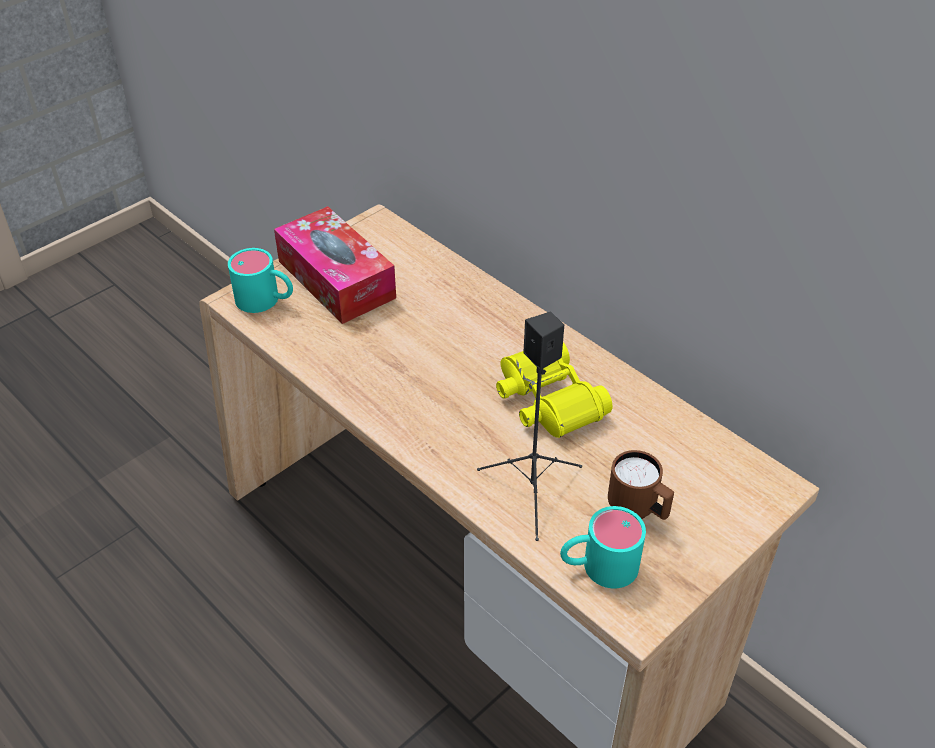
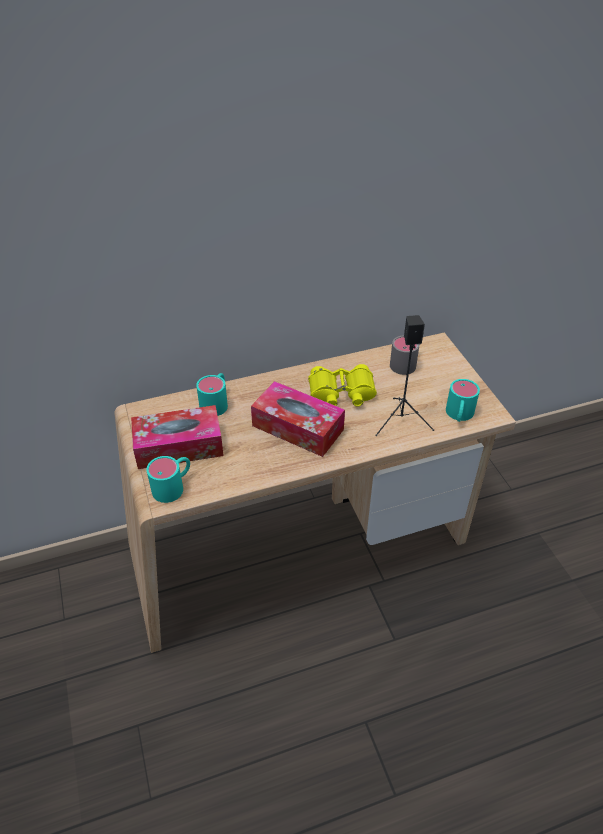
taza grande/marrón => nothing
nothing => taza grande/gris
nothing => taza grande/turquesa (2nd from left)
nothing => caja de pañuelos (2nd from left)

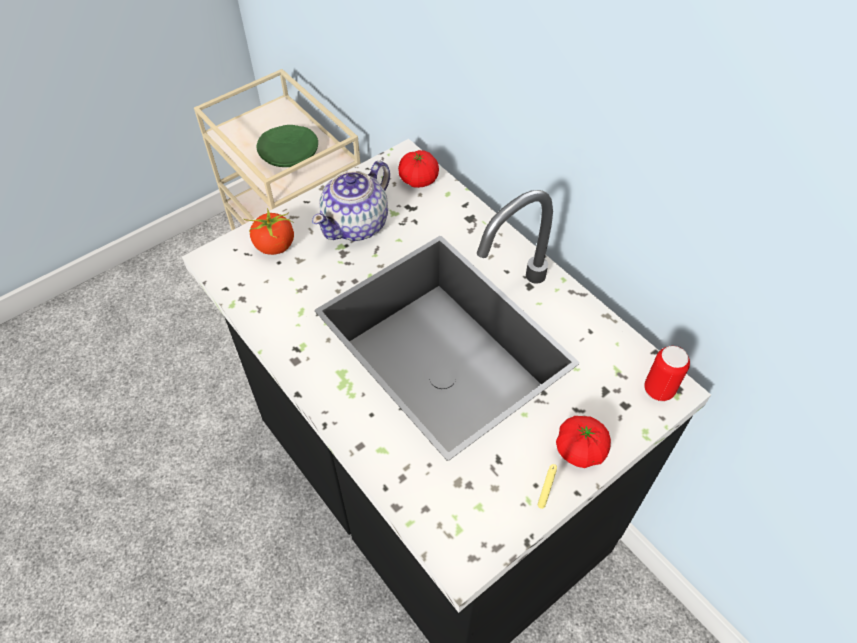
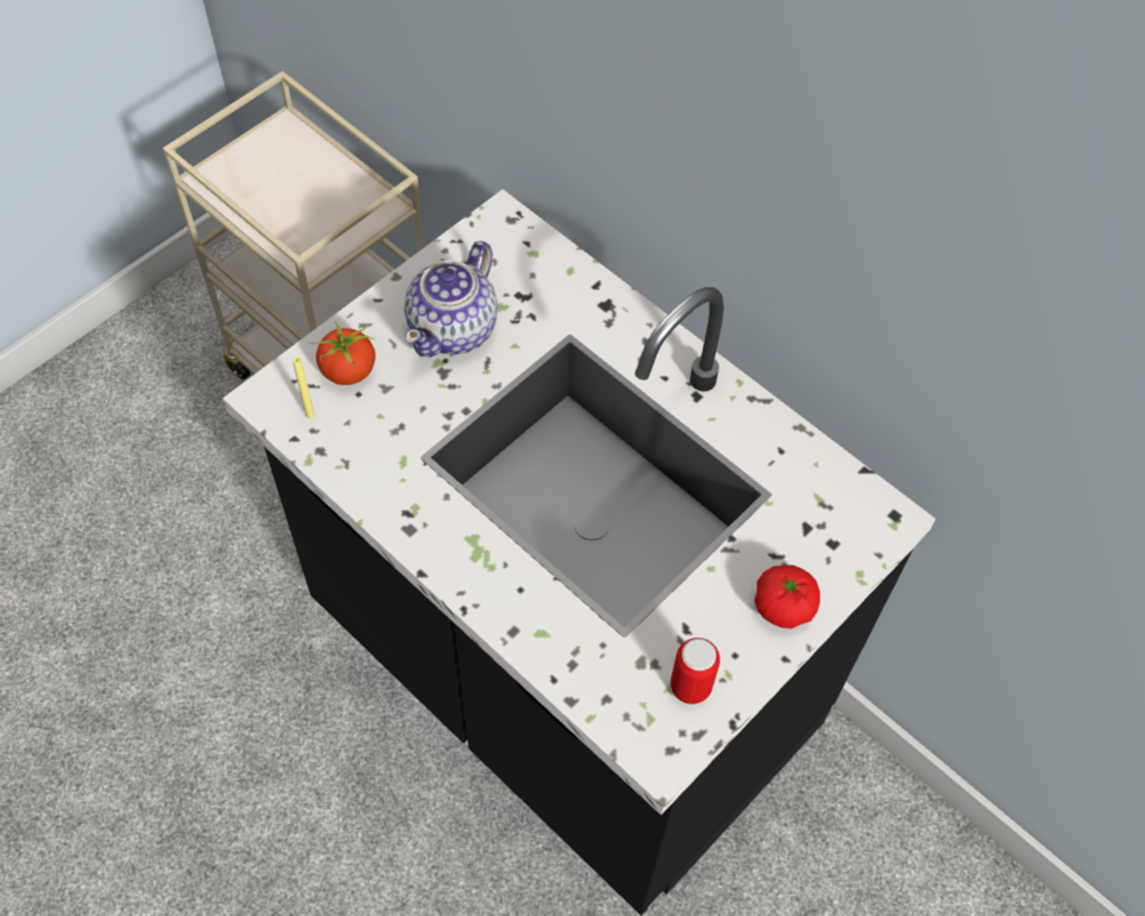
plato/verde => nothing
tomate (2nd from left) => nothing
lata, moved
vela/amarillo, moved

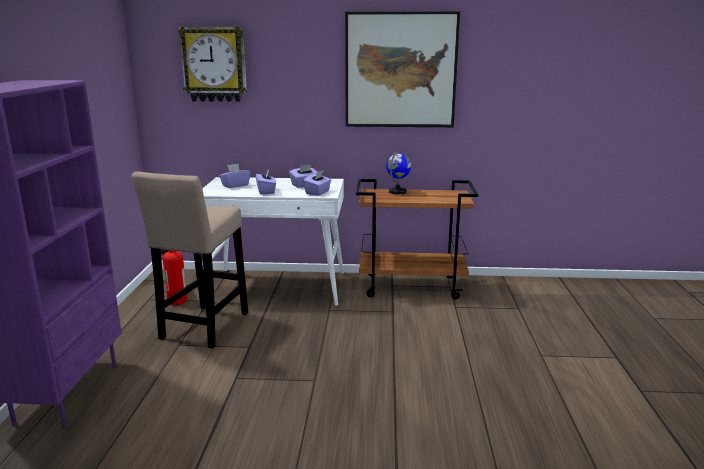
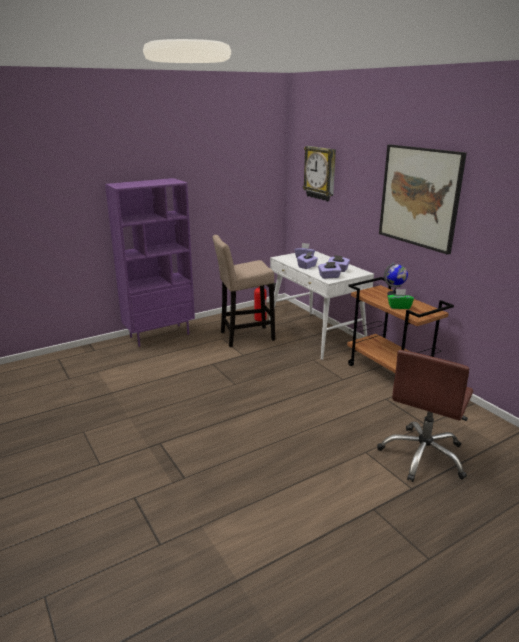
nothing => caja de pañuelos/verde
nothing => silla de oficina/marrón

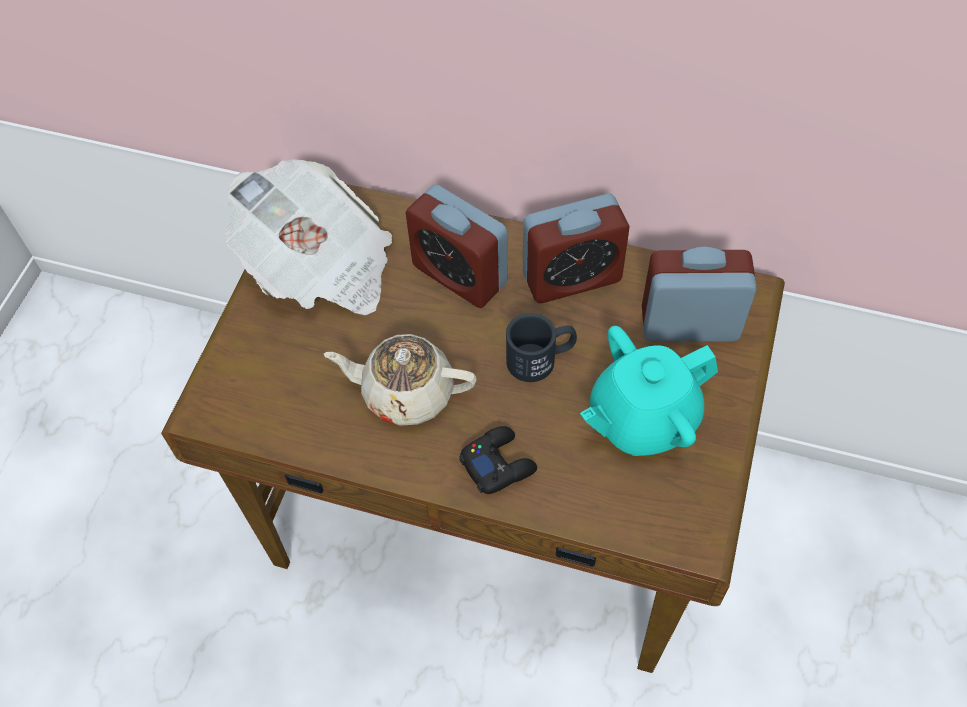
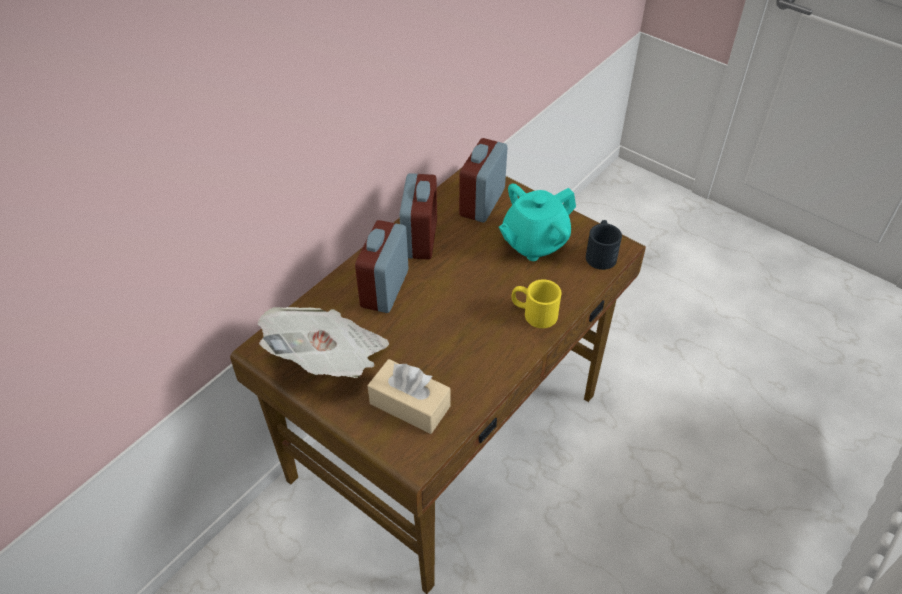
despertador (1st from left), 135 degrees clockwise
taza grande/negro, moved
tetera/turquesa, 60 degrees clockwise
tetera/beis => nothing
mando de consola/negro => taza grande/amarillo
nothing => caja de pañuelos/beis

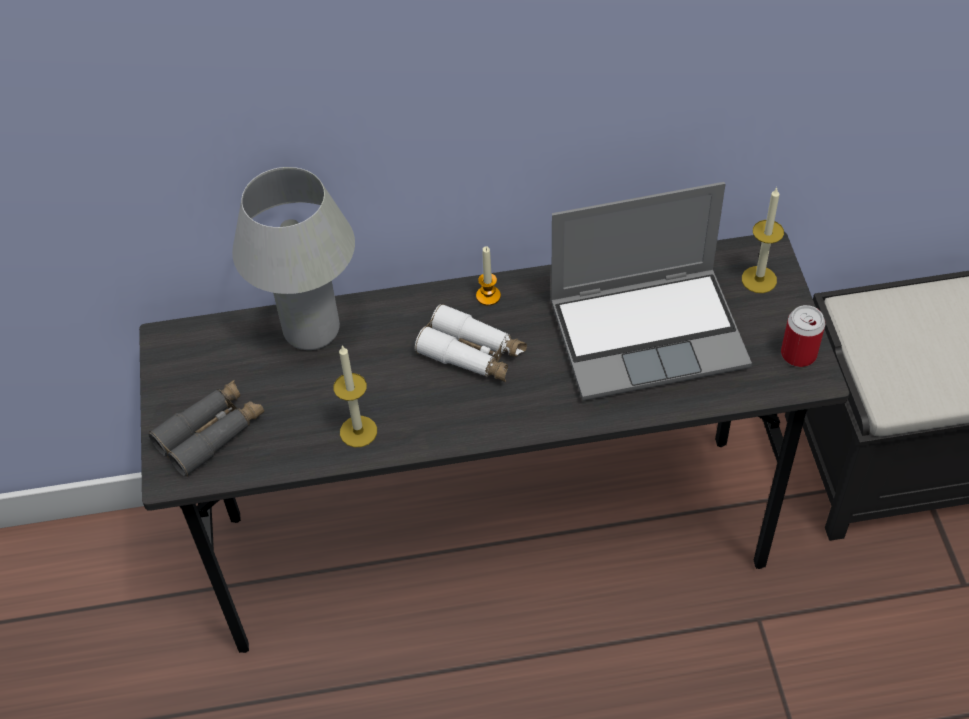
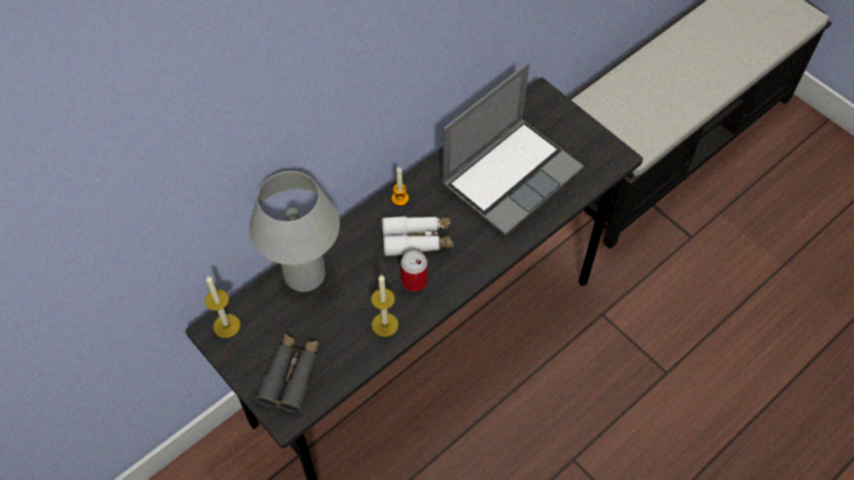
vela (3rd from left in the first image) => vela (1st from left), moved
lata, moved

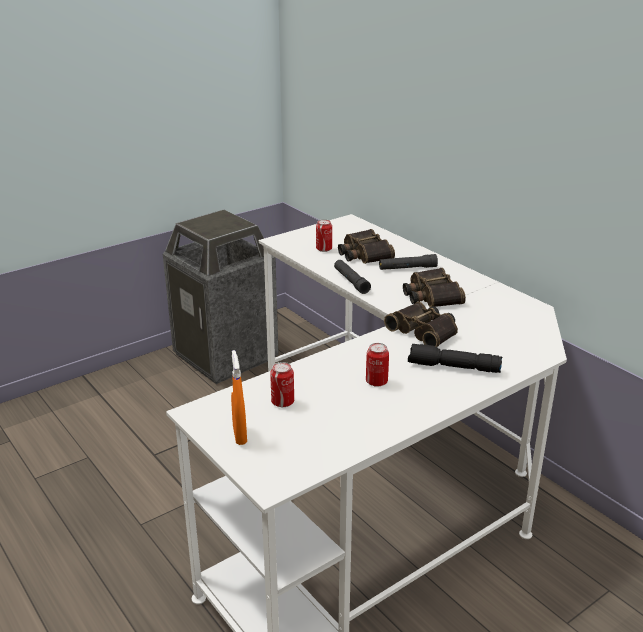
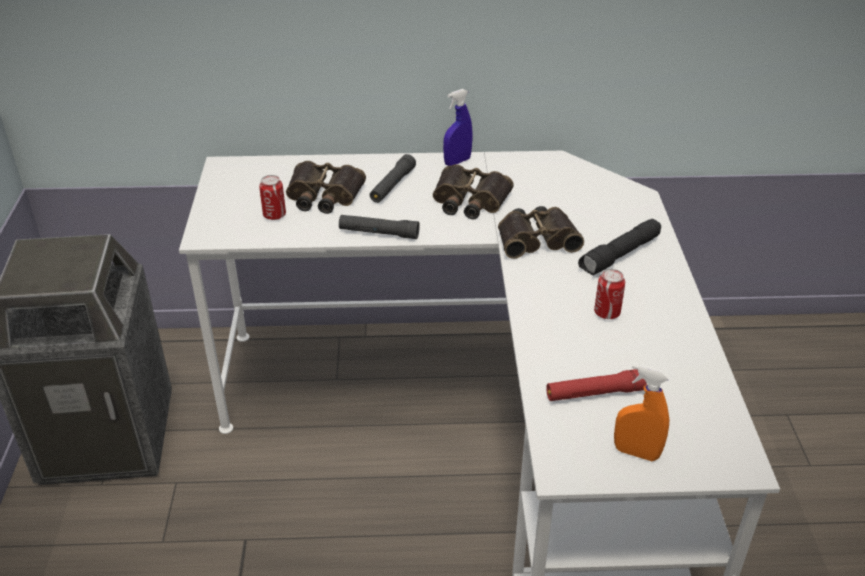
lata (1st from left) => linterna/rojo
nothing => pulverizador/azul

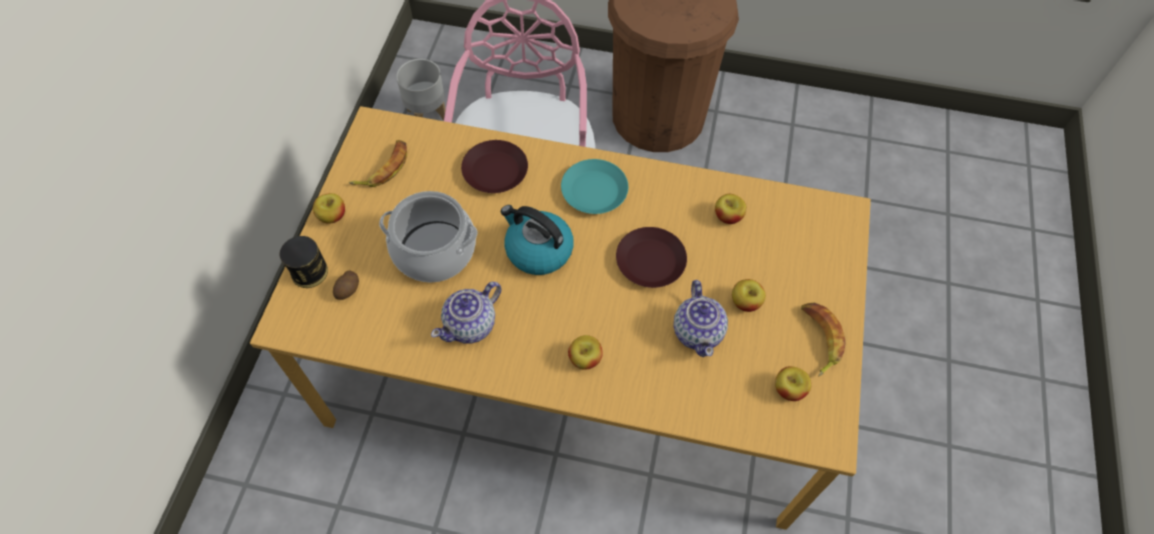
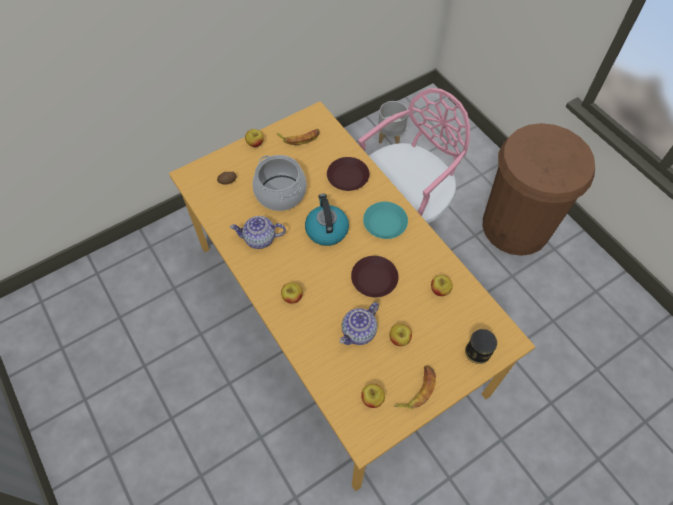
lata, moved

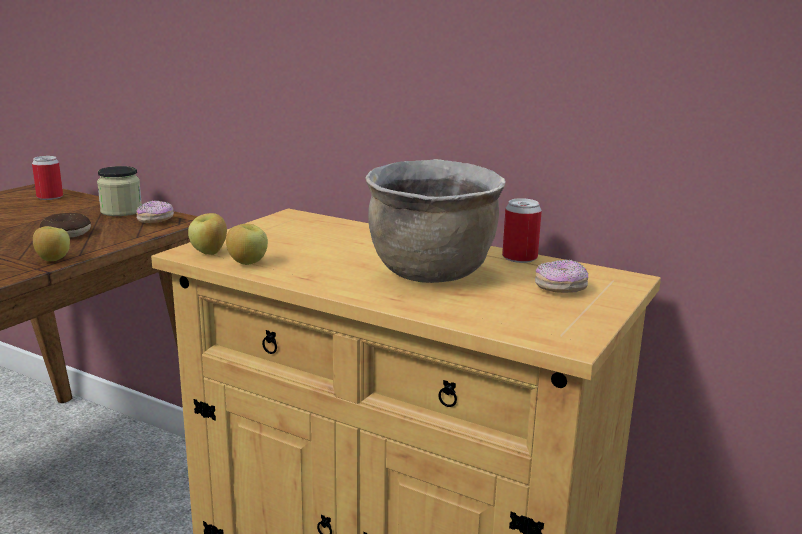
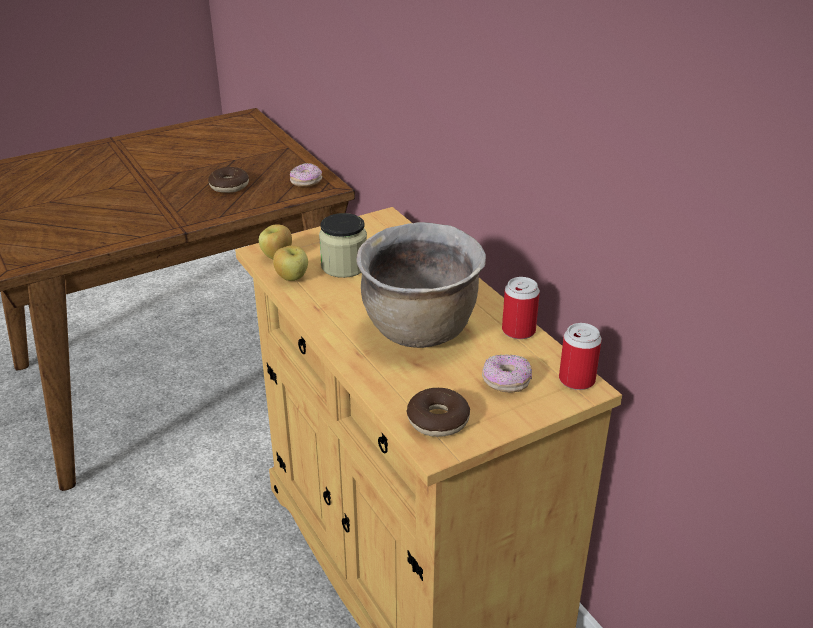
lata (1st from left in the first image) => lata (2nd from left), moved
tarro, moved
manzana (1st from left) => nothing
nothing => rosquilla (3rd from left)

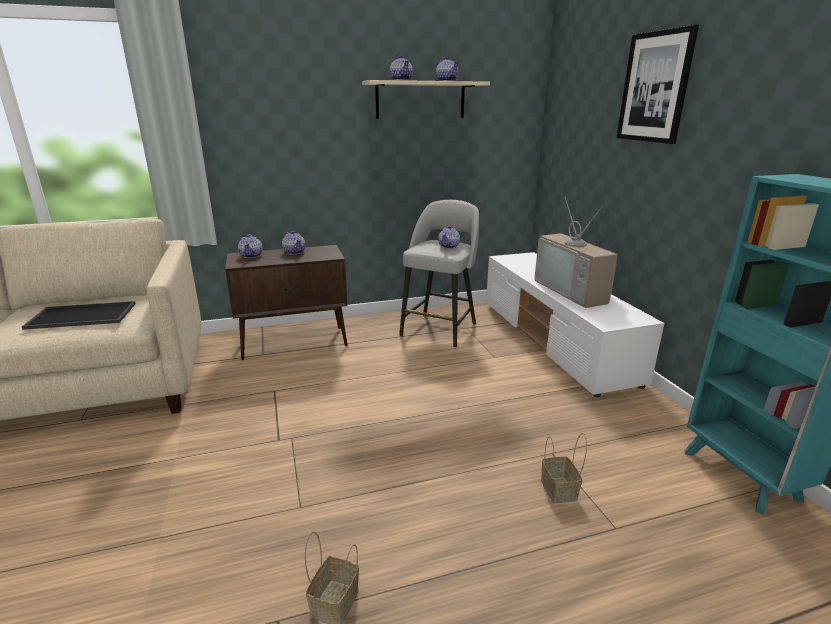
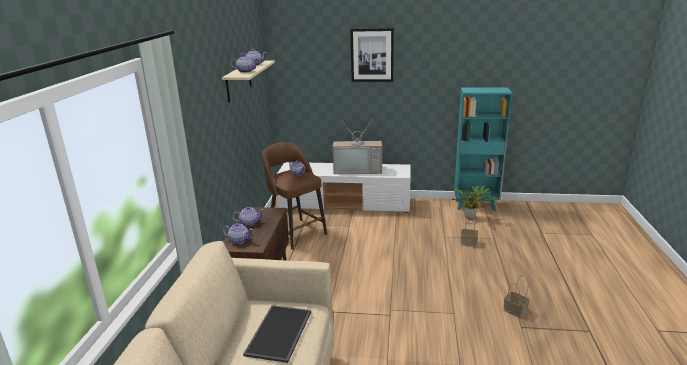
taburete/gris => taburete/marrón
nothing => planta en maceta

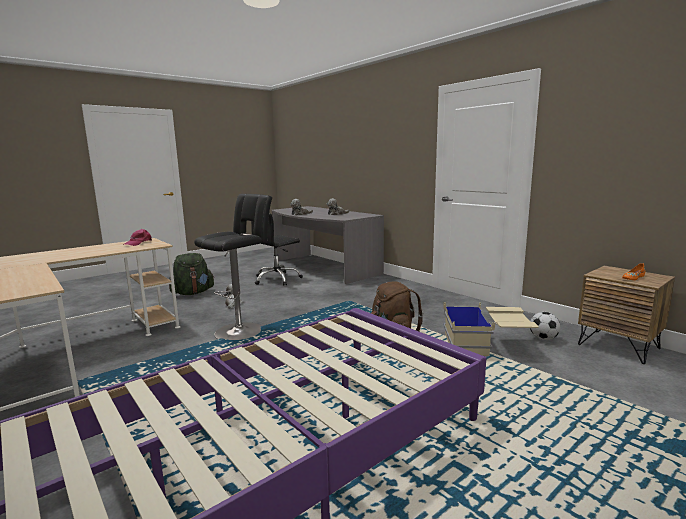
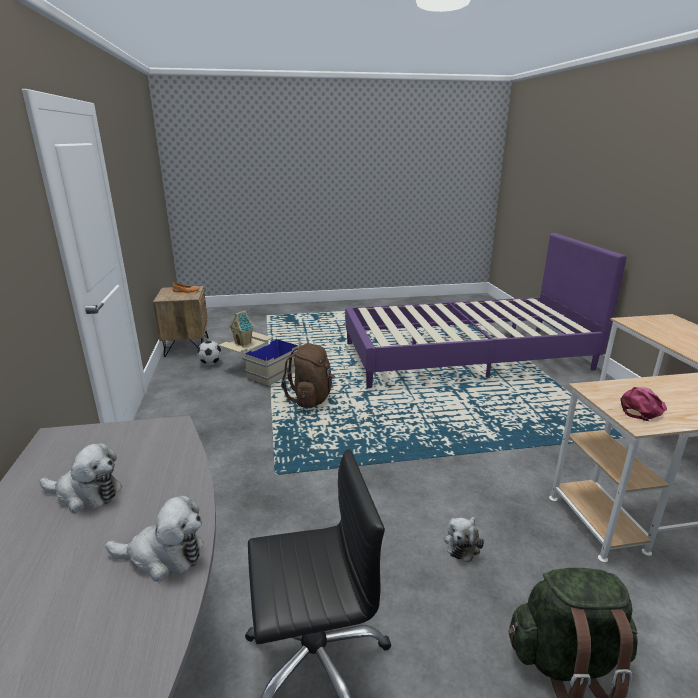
taburete/negro => nothing
nothing => casita

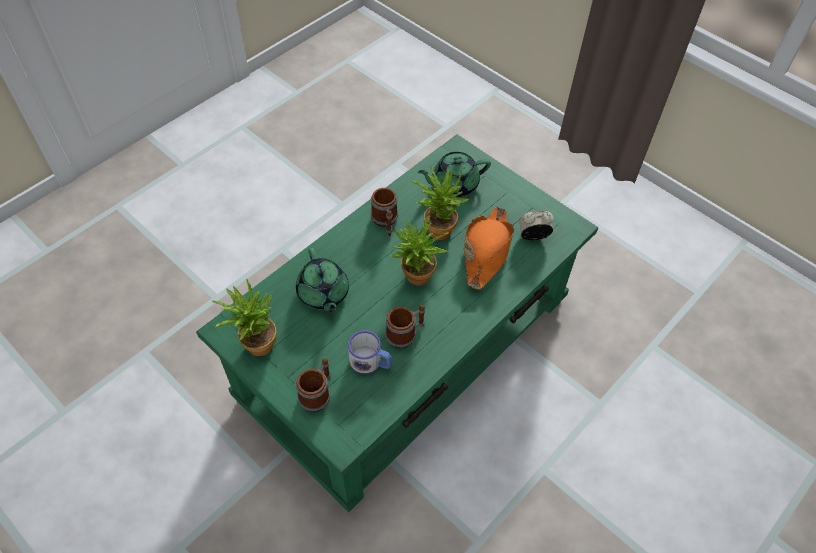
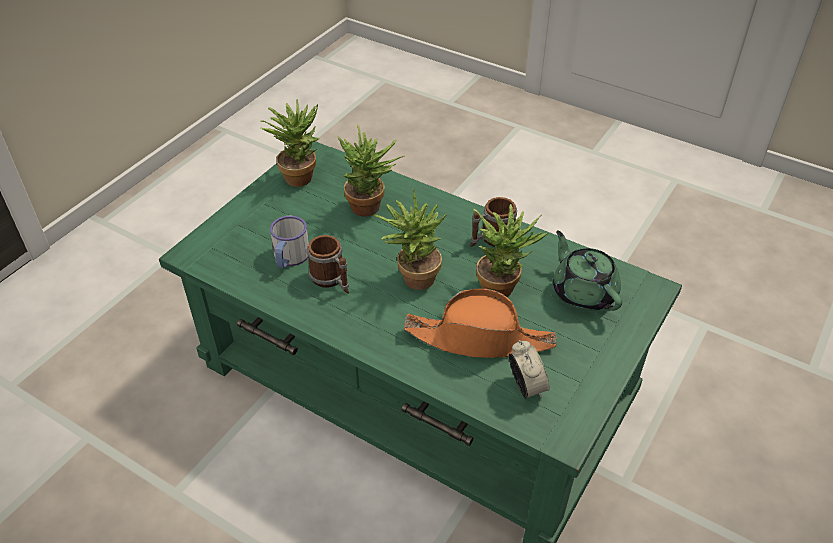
tetera/verde (1st from left) => planta en maceta (2nd from left)
taza grande (1st from left) => nothing

